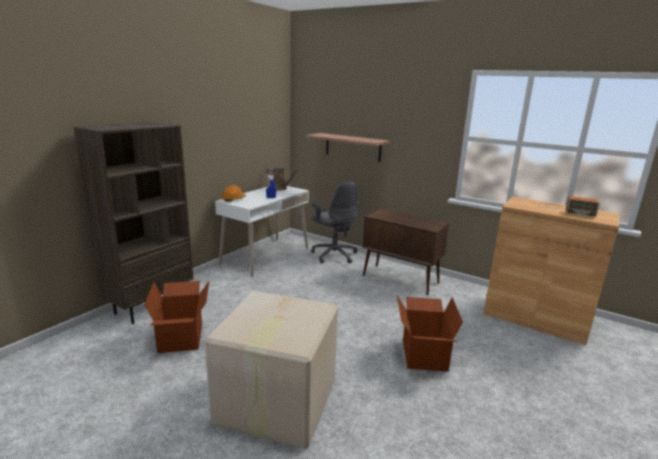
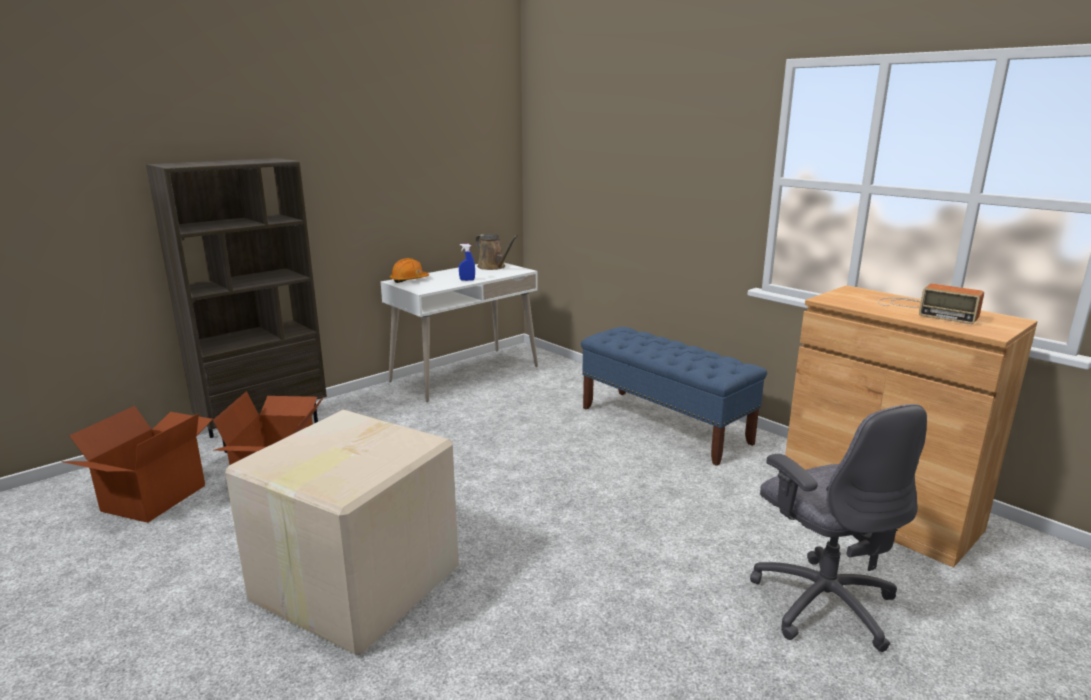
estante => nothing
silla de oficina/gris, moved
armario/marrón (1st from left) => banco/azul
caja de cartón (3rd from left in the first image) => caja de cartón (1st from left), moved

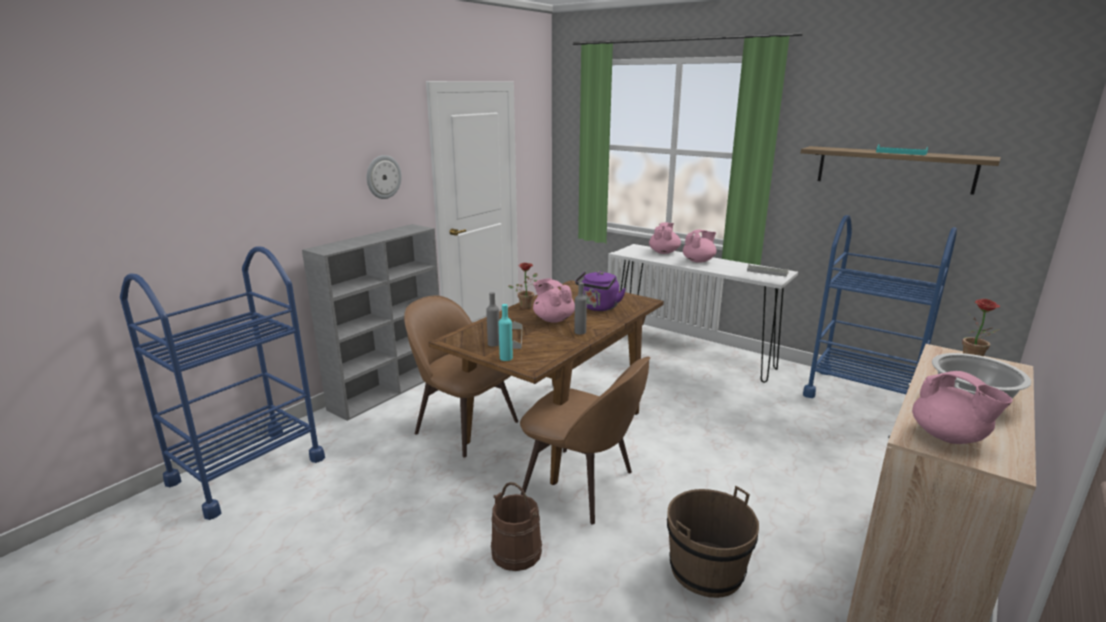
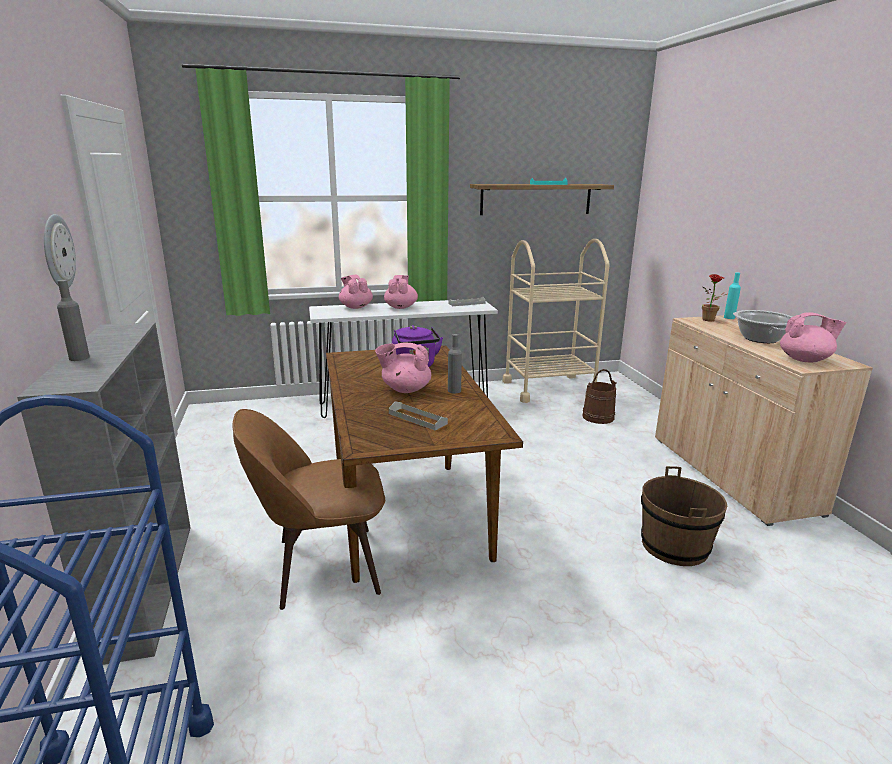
carrito/azul (2nd from left) => carrito/beis
planta en maceta (1st from left) => nothing
botella/gris (1st from left), moved
botella/turquesa, moved
silla/marrón (2nd from left) => nothing
cubo/marrón (1st from left), moved

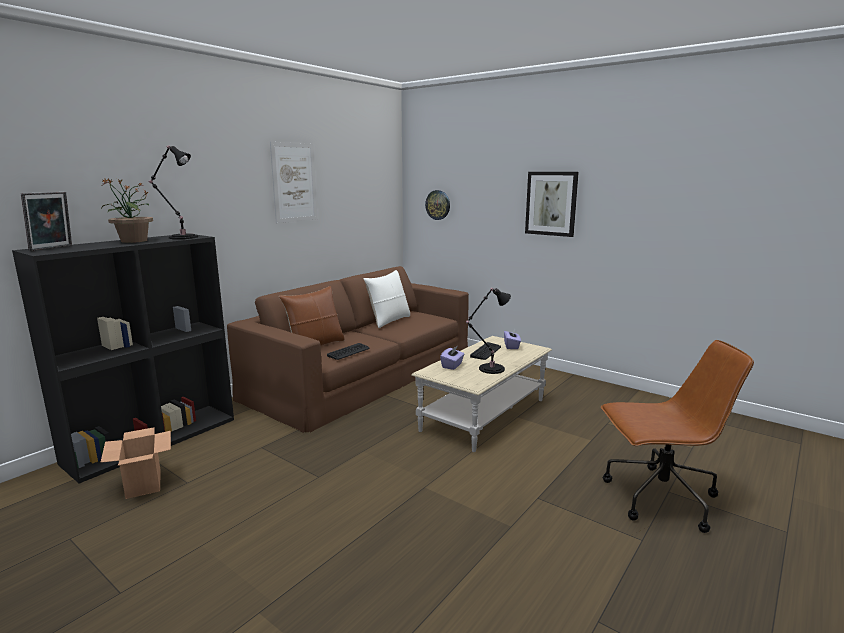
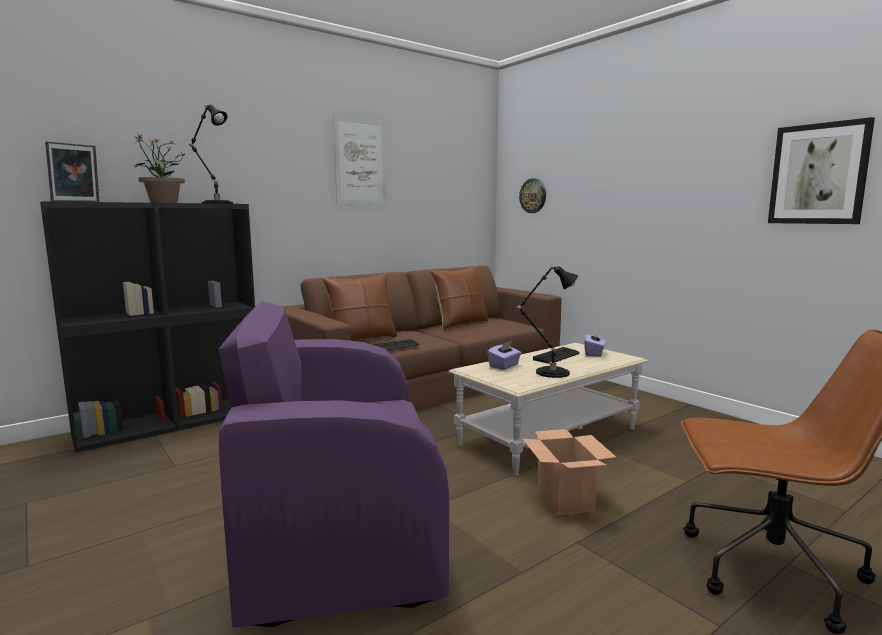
cuadro (2nd from left), moved
cojín/blanco => cojín/marrón (2nd from left)
caja de cartón, moved
nothing => sillón/morado

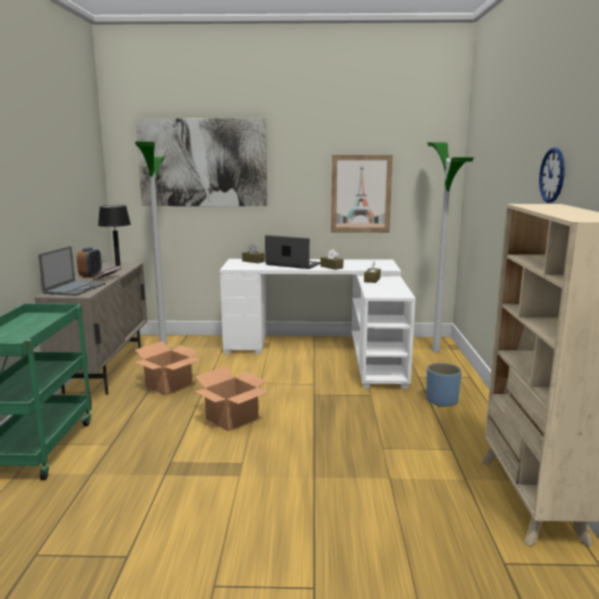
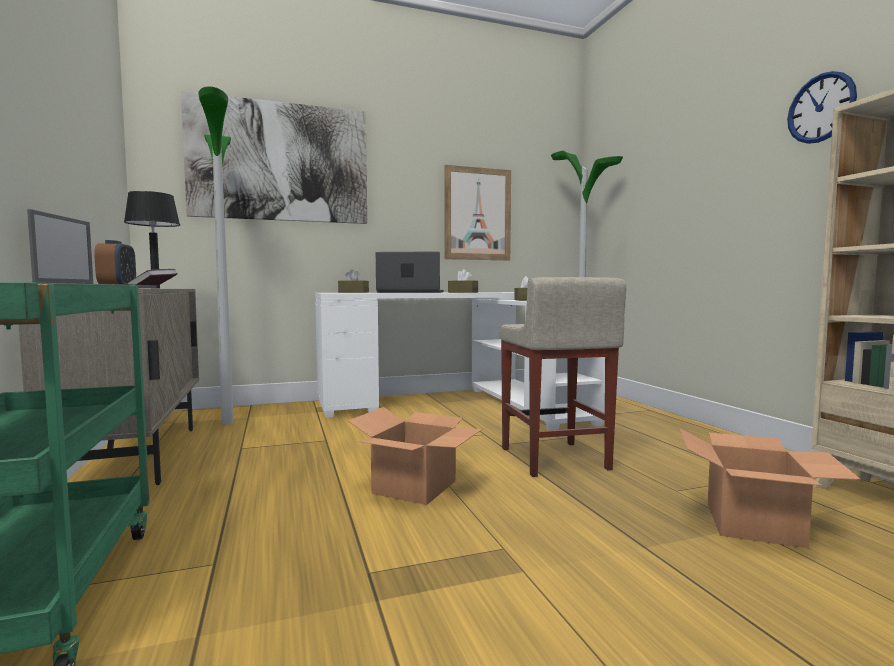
caja de cartón (1st from left in the first image) => caja de cartón (2nd from left), moved
maceta/azul => nothing
nothing => taburete/beis

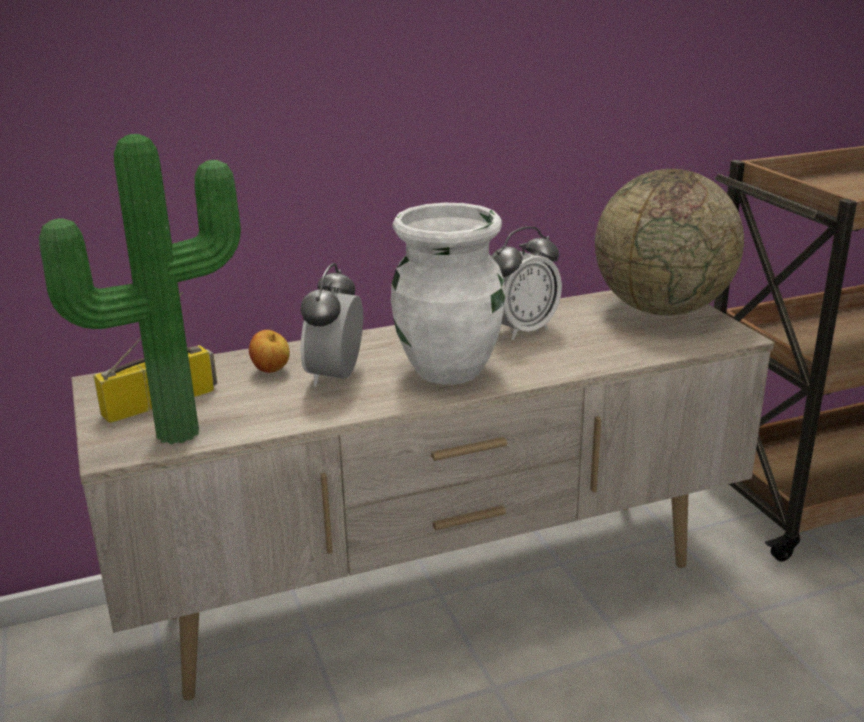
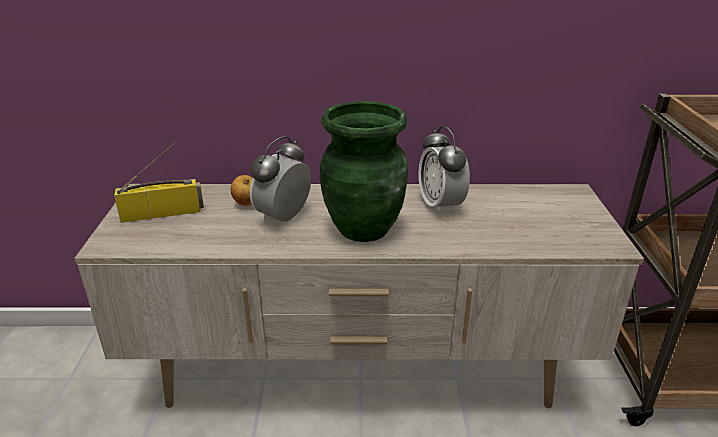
planta en maceta => nothing
globo terráqueo => nothing
florero/blanco => florero/verde
despertador (2nd from left), 90 degrees clockwise

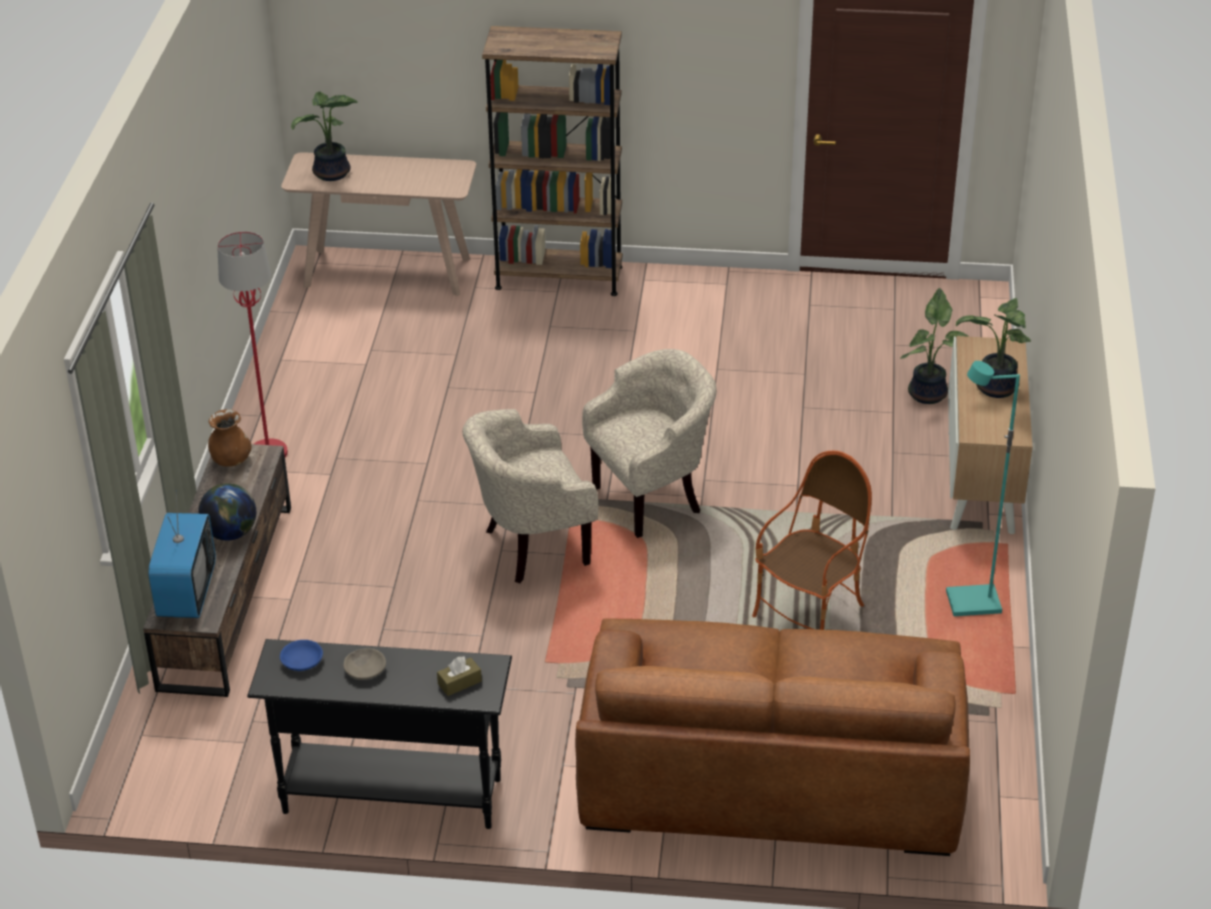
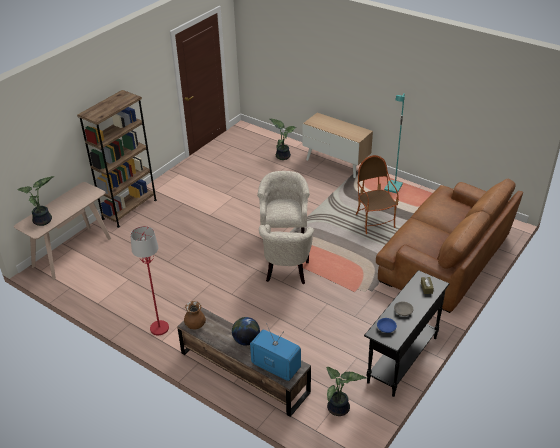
planta en maceta (3rd from left), moved

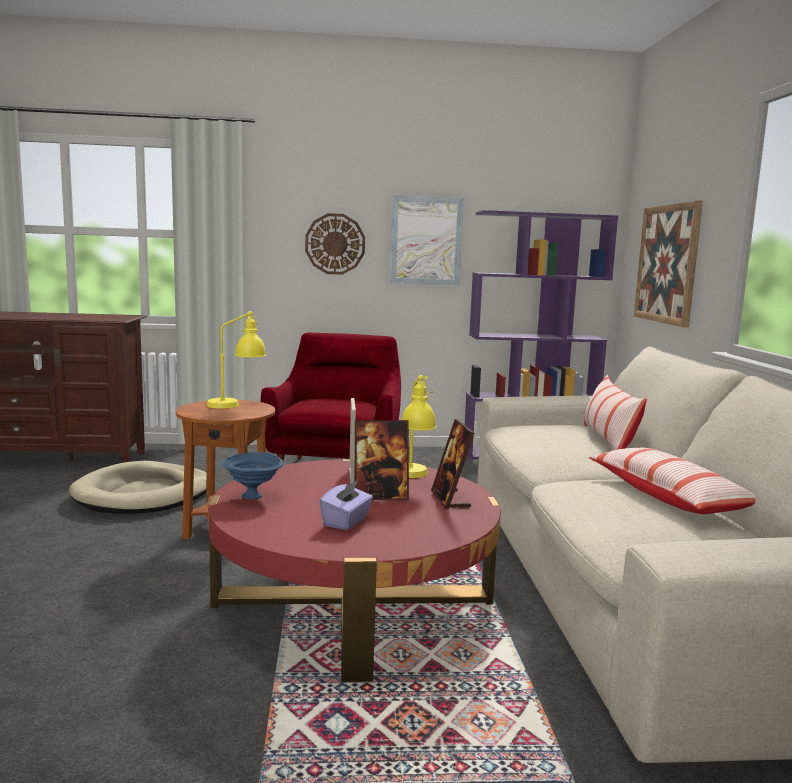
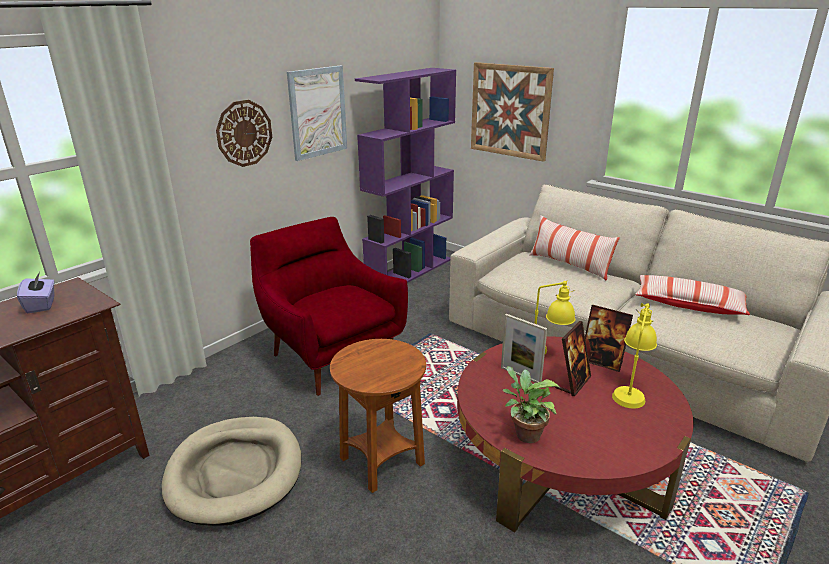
lámpara de mesa/amarillo (1st from left in the first image) => lámpara de mesa/amarillo (2nd from left), moved
cuenco/azul => planta en maceta
caja de pañuelos/morado, moved

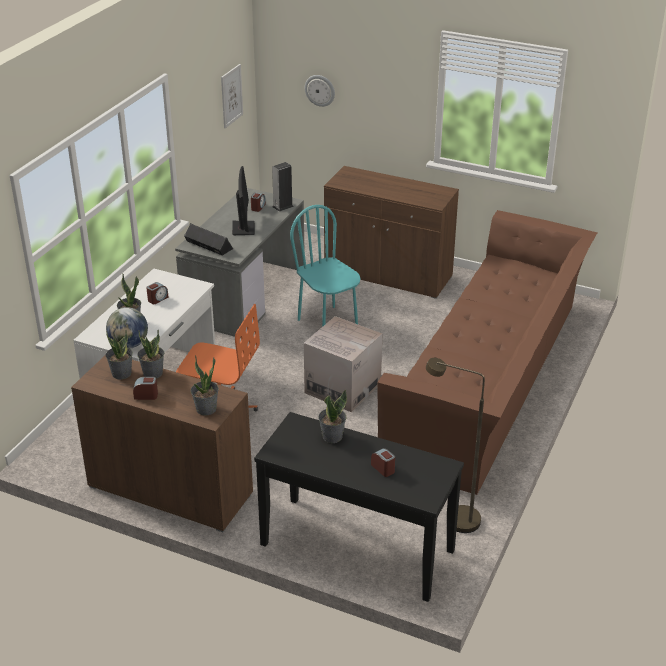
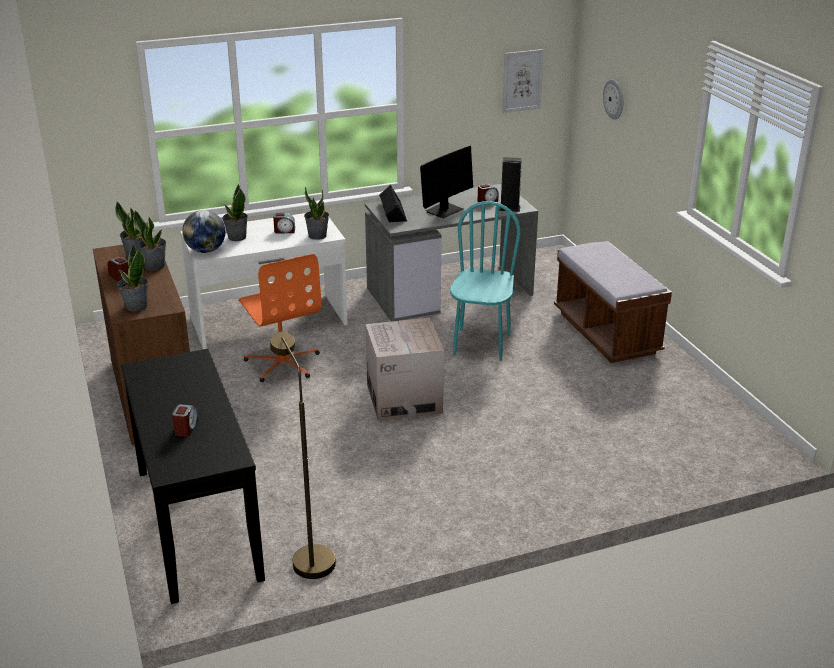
armario/marrón (2nd from left) => banco/marrón
sofá/marrón => nothing
planta en maceta (5th from left), moved

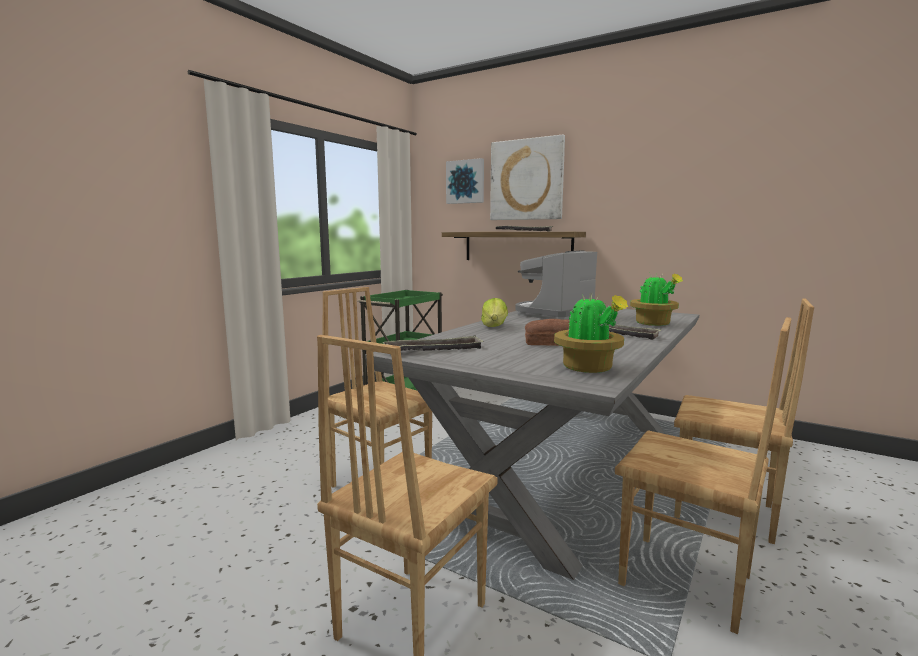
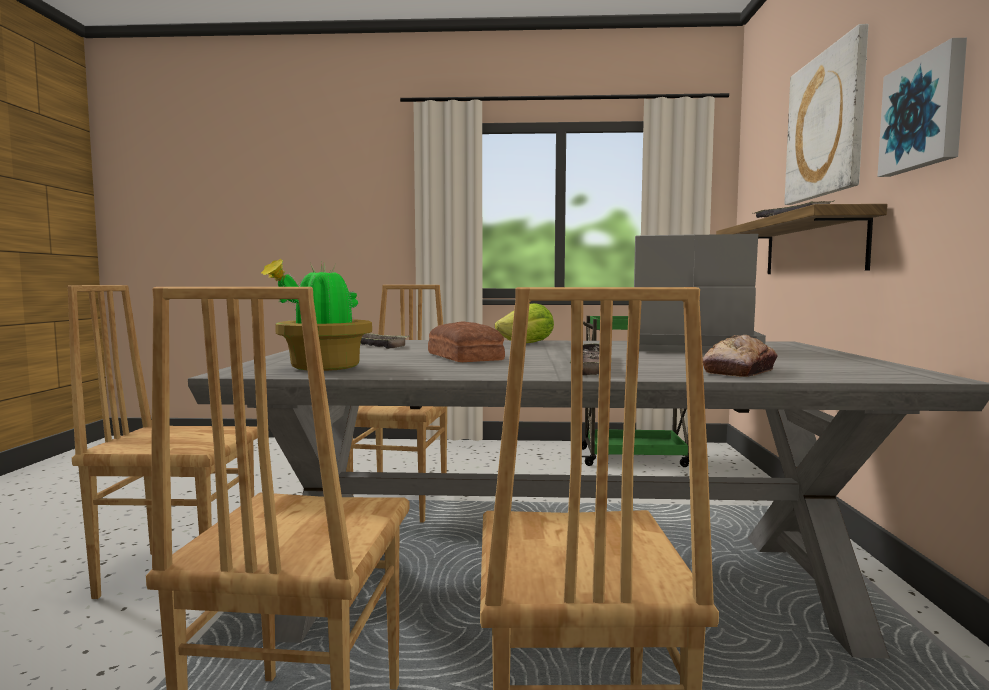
cuadro (1st from left in the first image) => cuadro (2nd from left), moved
planta en maceta (2nd from left) => pan (2nd from left)

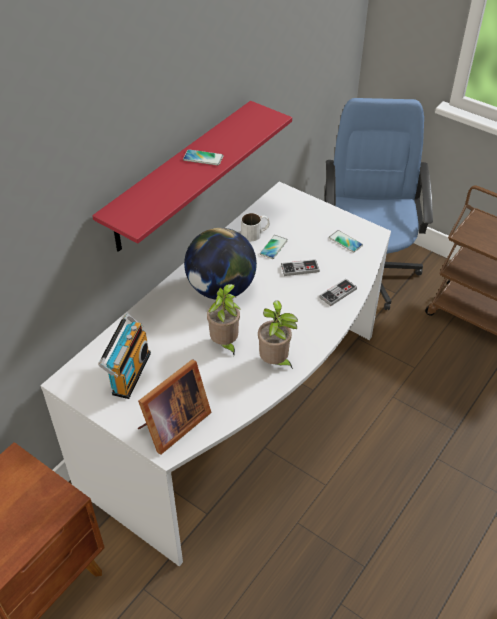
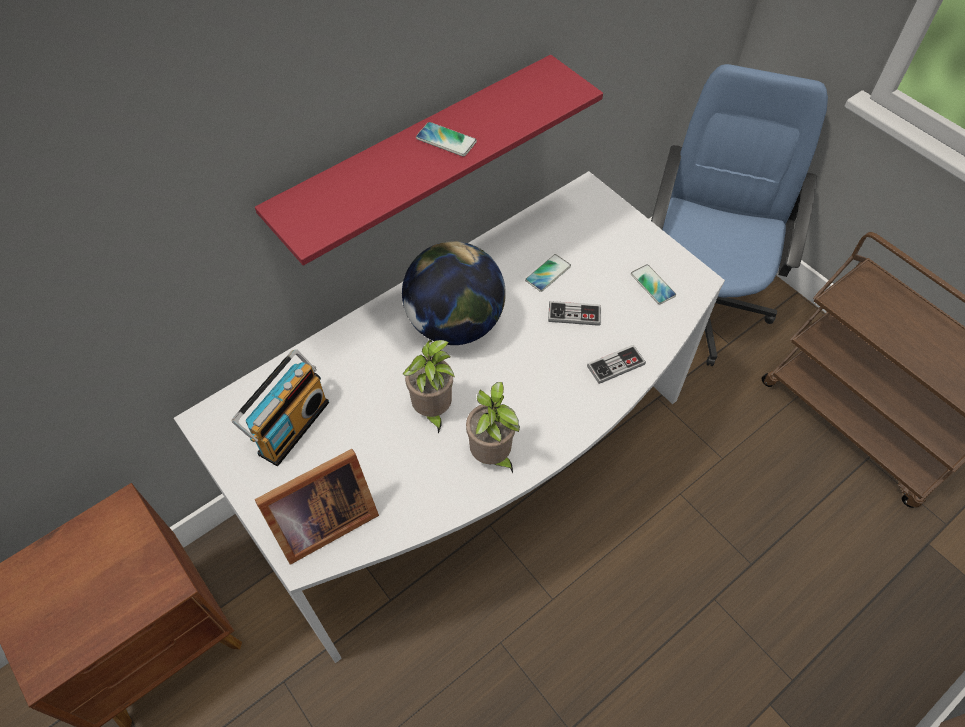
taza grande/blanco => nothing

